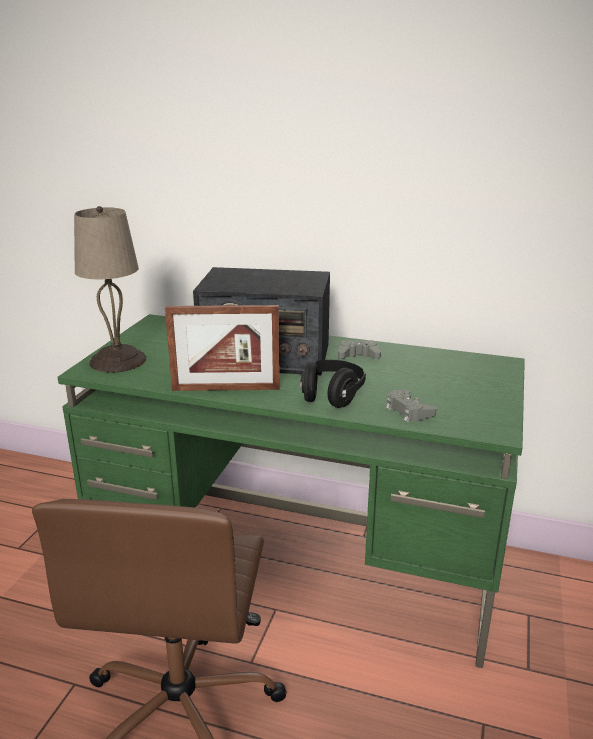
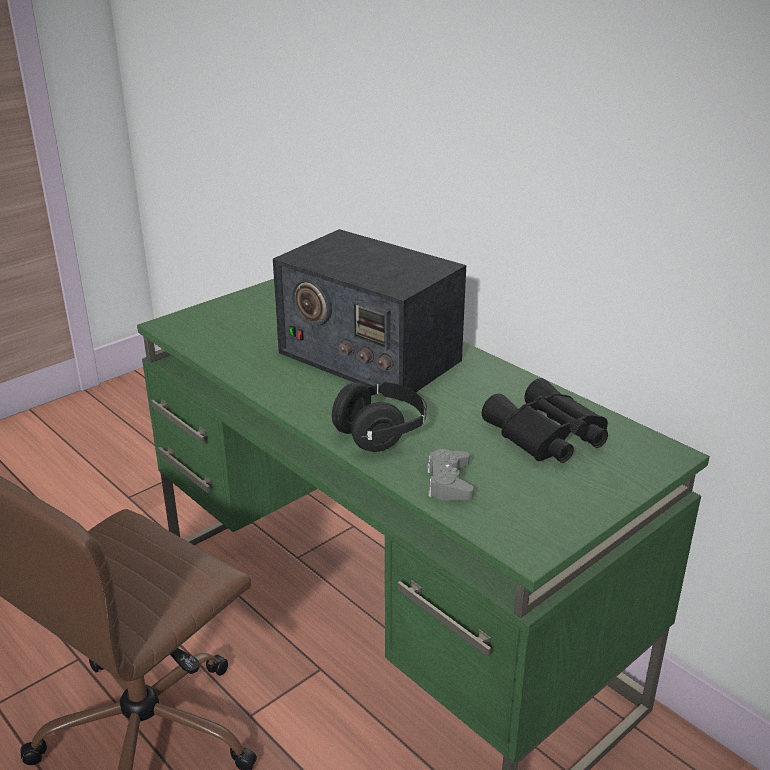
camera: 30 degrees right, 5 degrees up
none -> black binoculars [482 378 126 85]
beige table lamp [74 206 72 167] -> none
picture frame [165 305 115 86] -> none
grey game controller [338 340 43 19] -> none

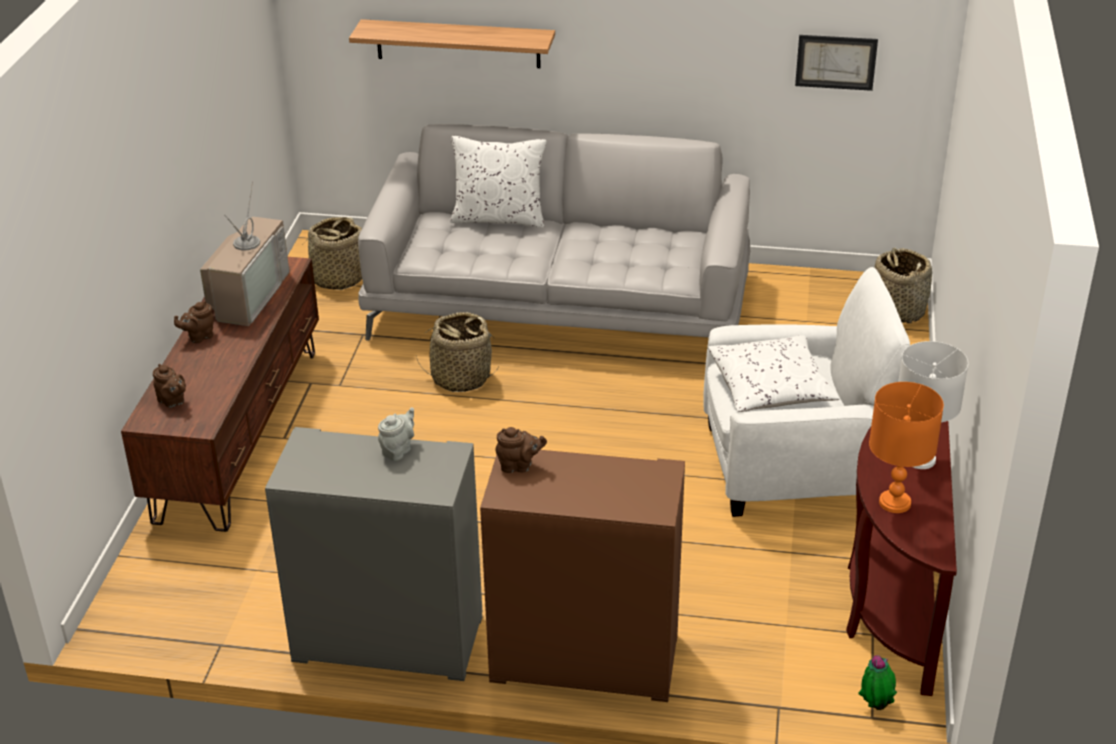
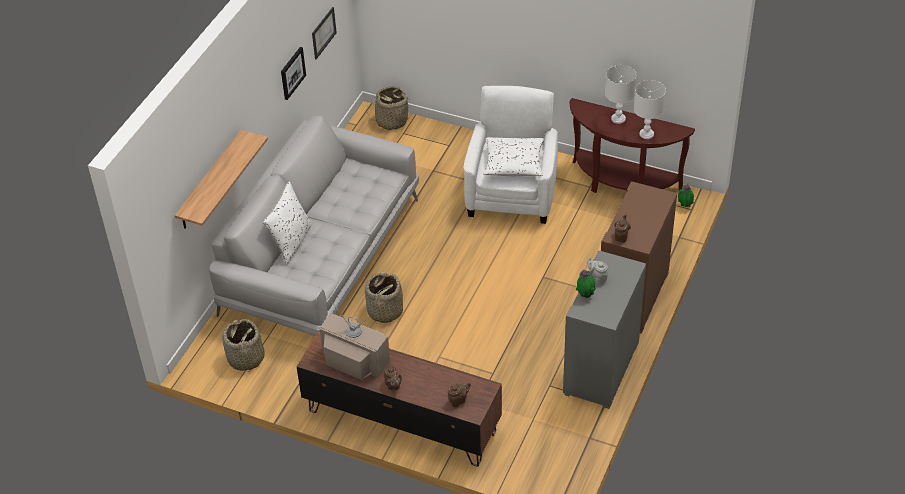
camera: 75 degrees left, 10 degrees up
none -> picture [281 47 25 53]
none -> potted plant [576 270 20 28]
orange table lamp [869 382 75 131] -> white table lamp [634 80 32 59]

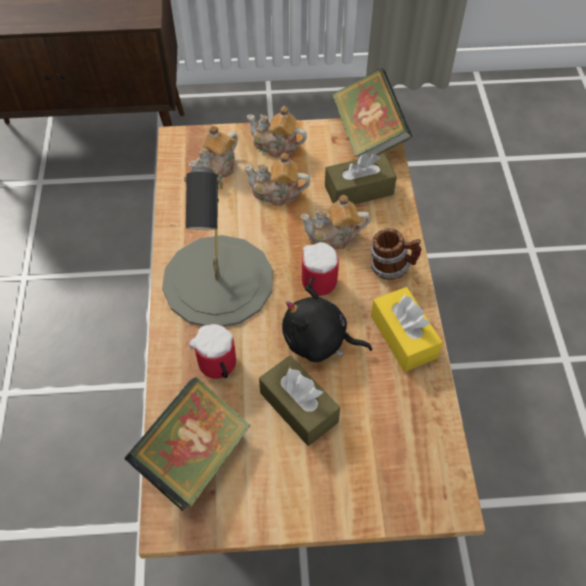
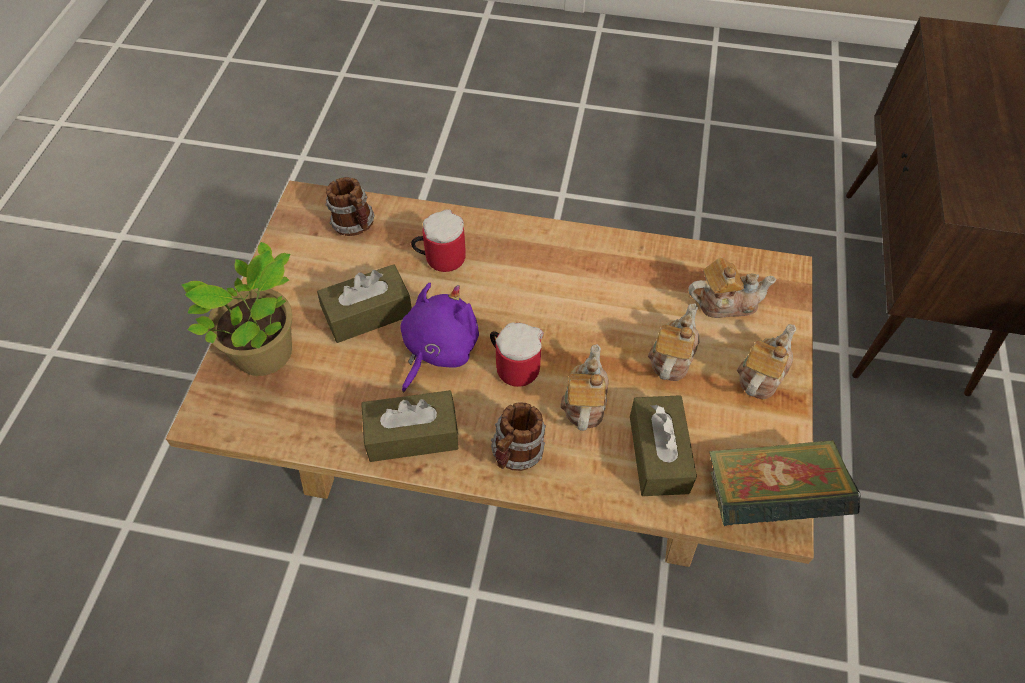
camera: 105 degrees right, 0 degrees up
none -> potted plant [182 242 110 134]
book [124 377 127 134] -> mug [325 177 50 59]
yellow tissue box [371 287 72 85] -> brown tissue box [361 390 98 72]
black plush toy [282 286 90 76] -> purple plush toy [400 283 79 109]
teapot [189 125 49 55] -> teapot [688 258 89 60], 120 degrees clockwise
grey table lamp [162 167 111 160] -> none

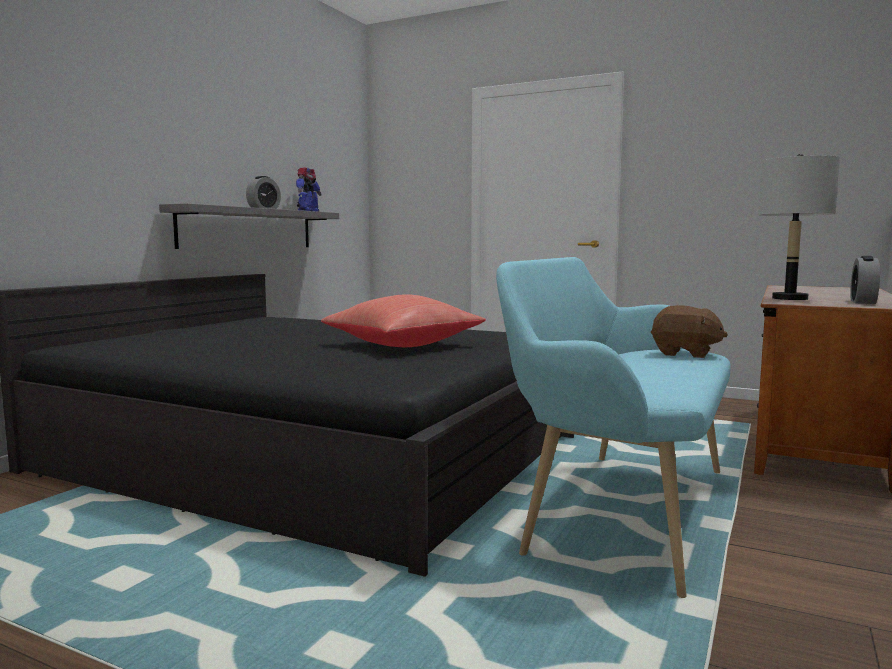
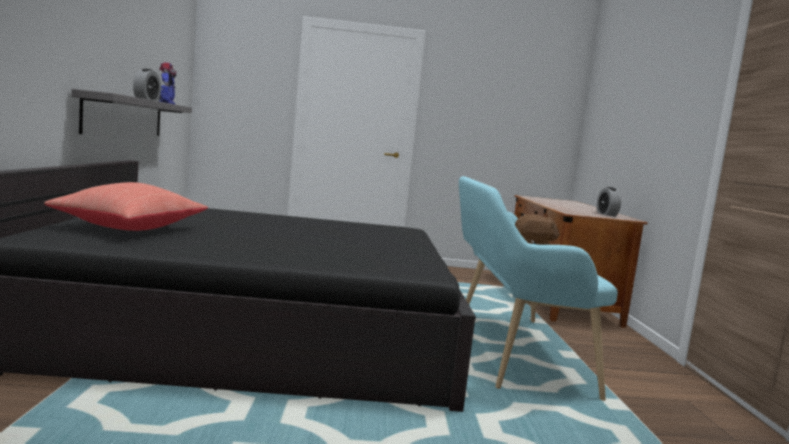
camera: 30 degrees left, 0 degrees up
red pillow [321 294 165 53] -> red pillow [44 182 164 49], relocated
grey table lamp [758 154 82 146] -> none

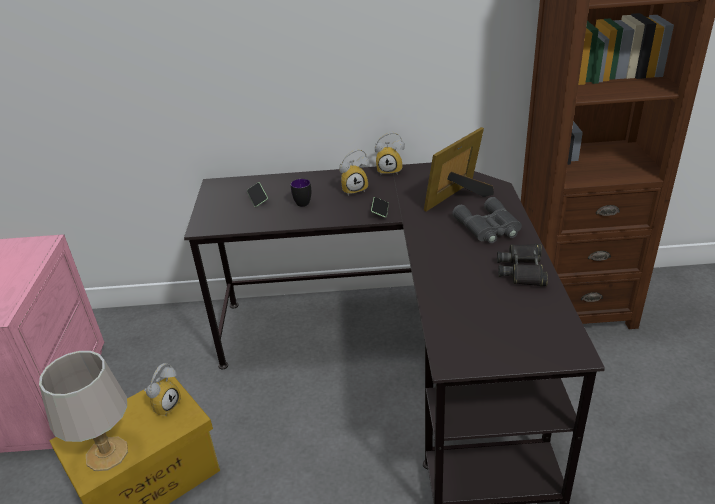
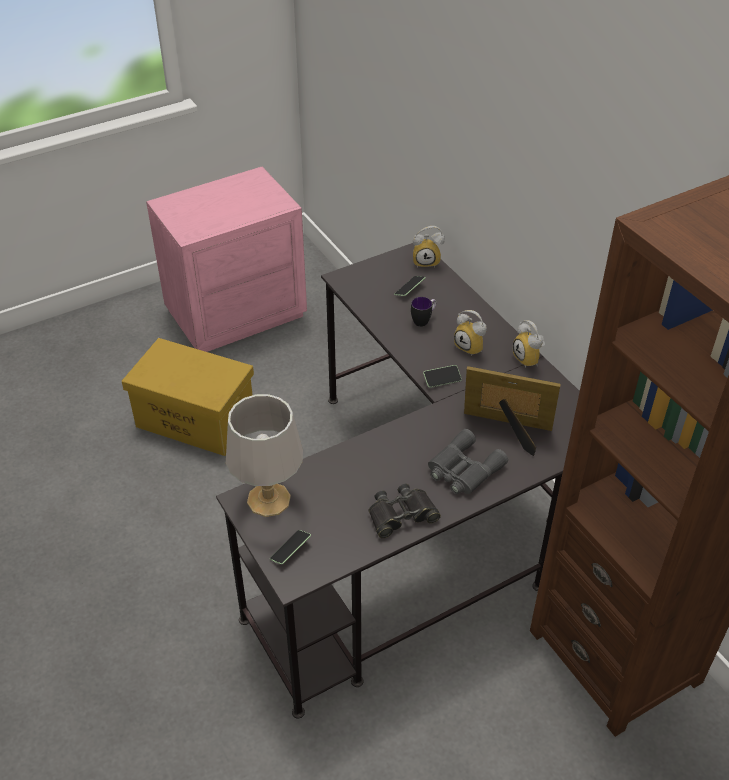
camera: 60 degrees right, 10 degrees up
grey table lamp [39 351 89 120] -> grey table lamp [226 394 77 123], relocated
none -> phone [270 530 41 35]
alarm clock [144 363 37 53] -> alarm clock [413 226 32 42], relocated

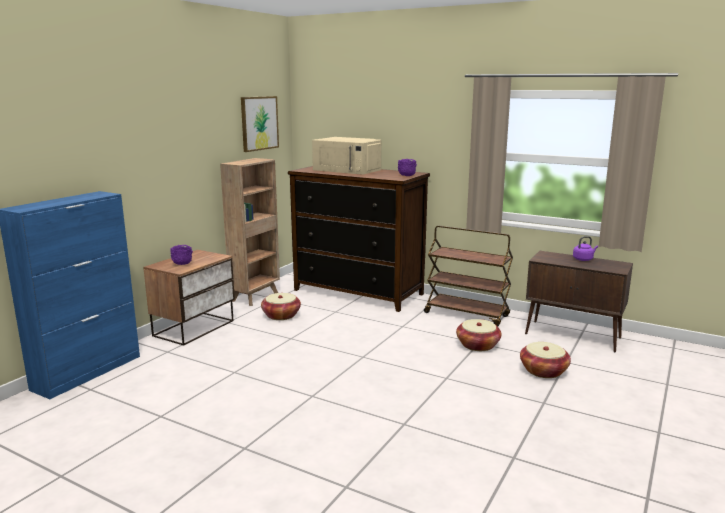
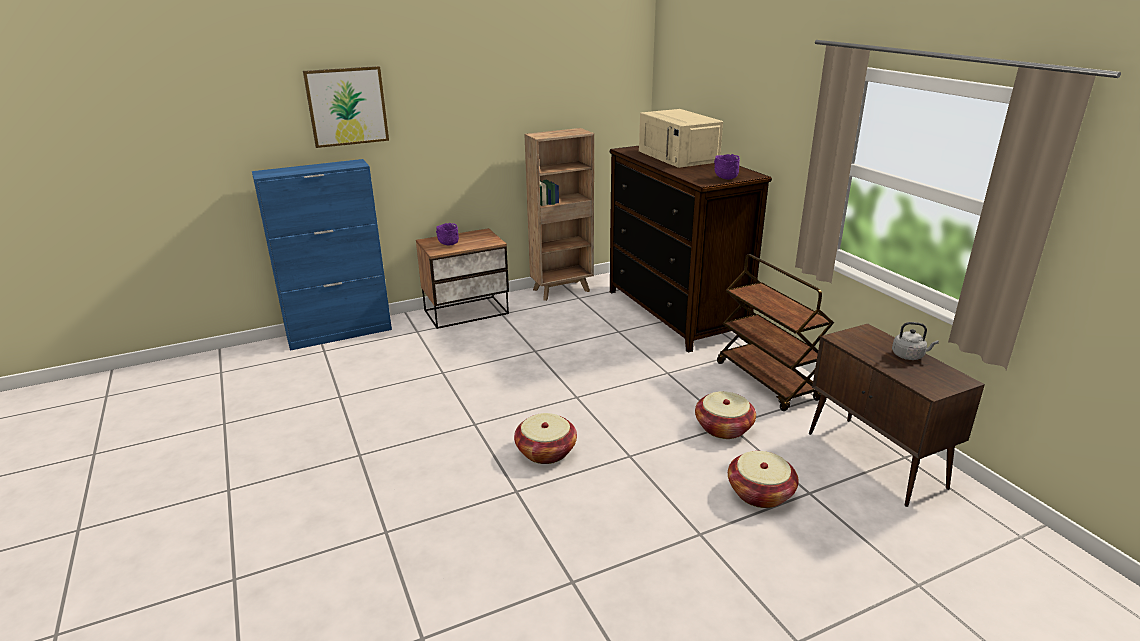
camera: 35 degrees right, 10 degrees up
picture [241 96 38 56] -> picture [303 66 86 82], relocated
basket [261 293 40 27] -> basket [514 413 63 51], relocated
purple kettle [573 236 25 25] -> grey kettle [892 322 47 38]

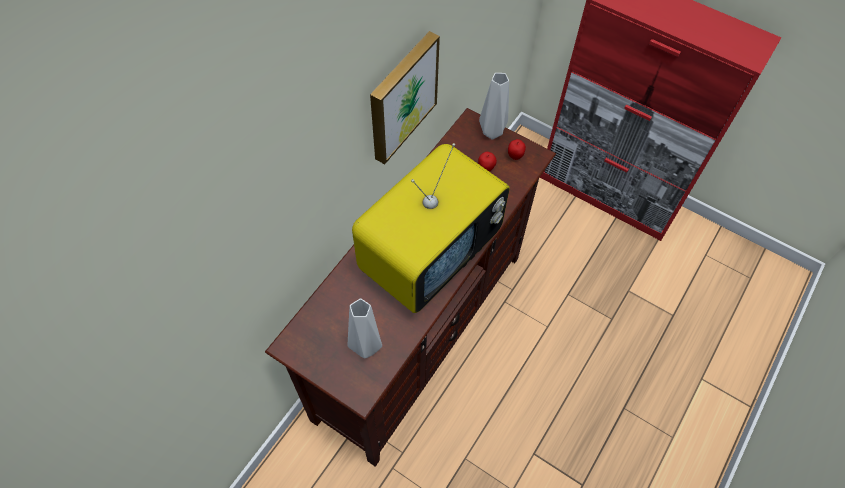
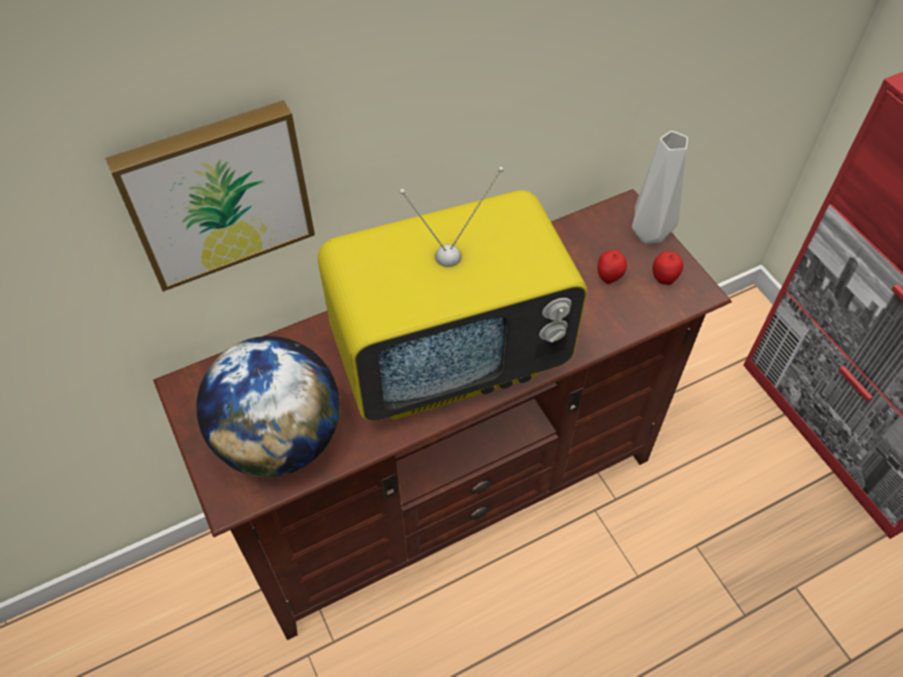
camera: 30 degrees right, 5 degrees down
picture [370 31 70 133] -> picture [105 100 210 192], relocated
grey vase [348 298 34 60] -> globe [196 336 144 141]

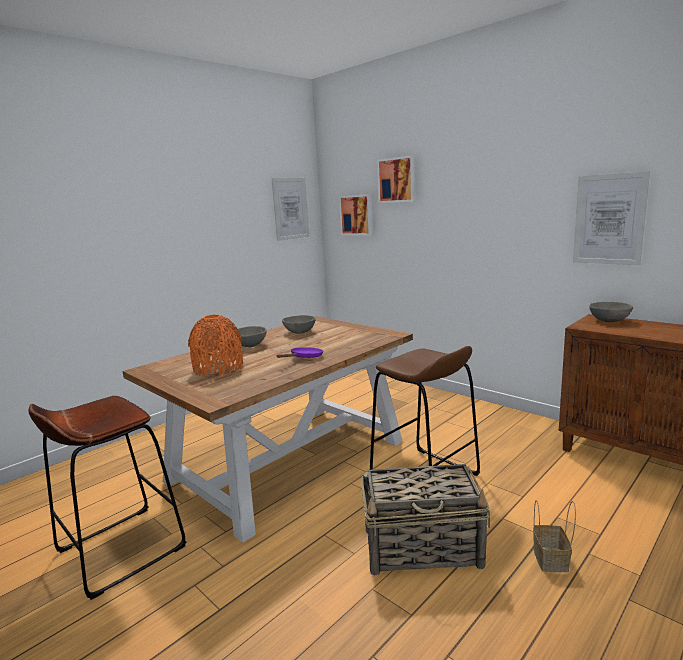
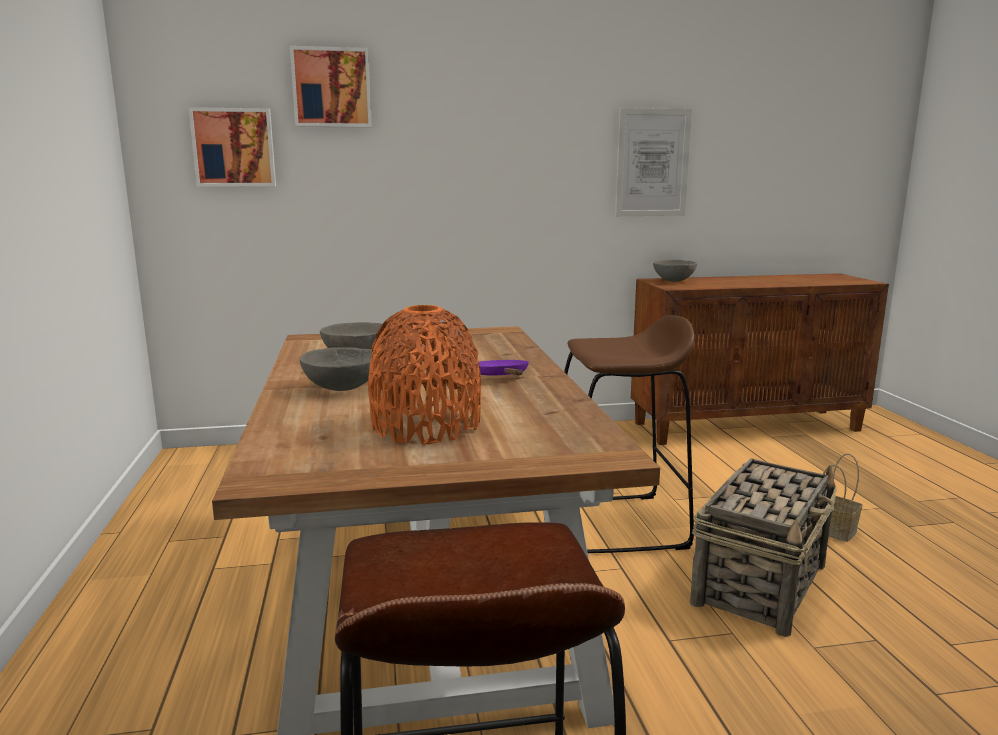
camera: 55 degrees left, 0 degrees up
picture [272 178 37 63] -> none

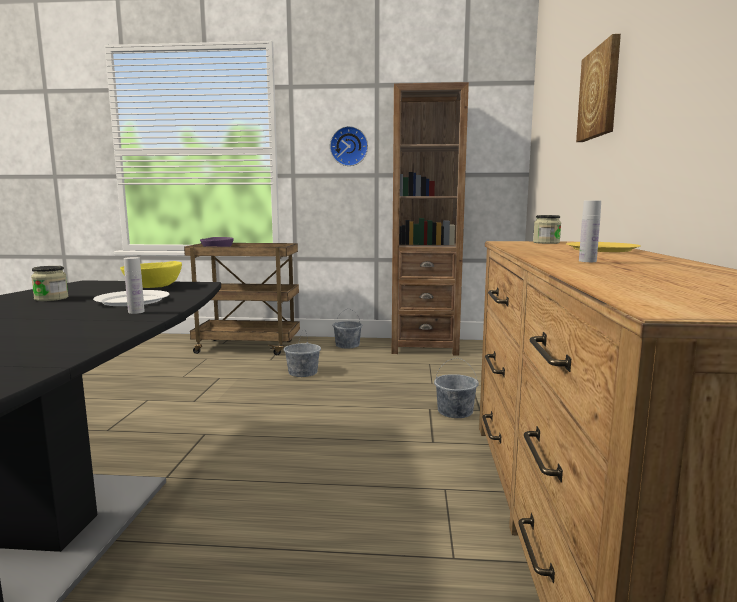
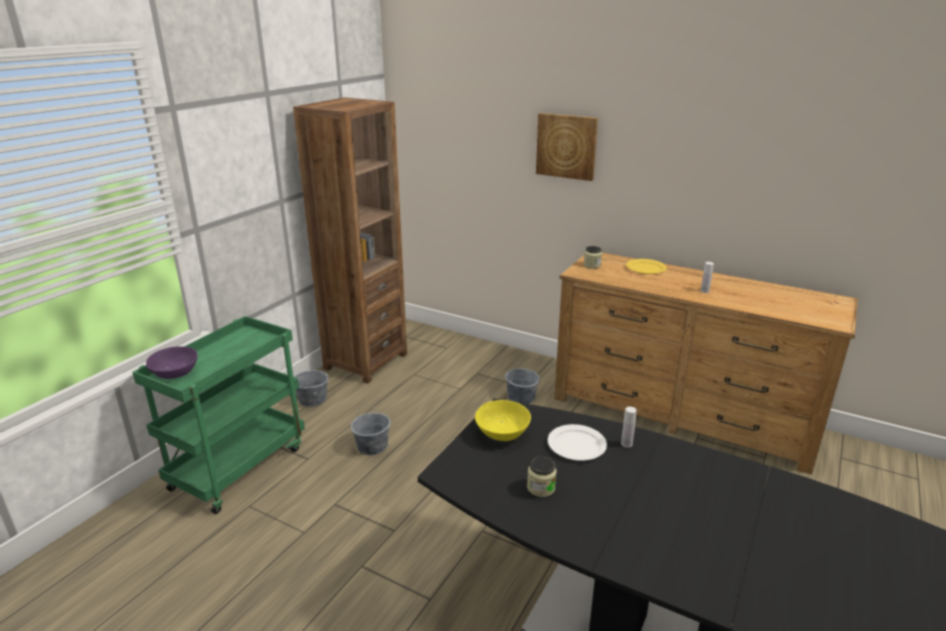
camera: 65 degrees left, 15 degrees up
brown cart [184 243 116 112] -> green cart [132 316 173 198]
wall clock [330 126 38 40] -> none

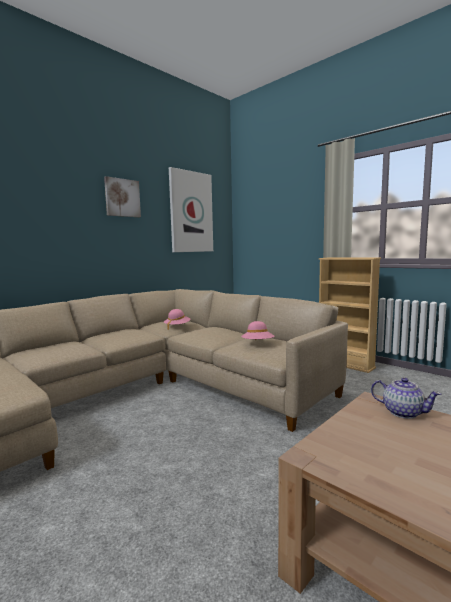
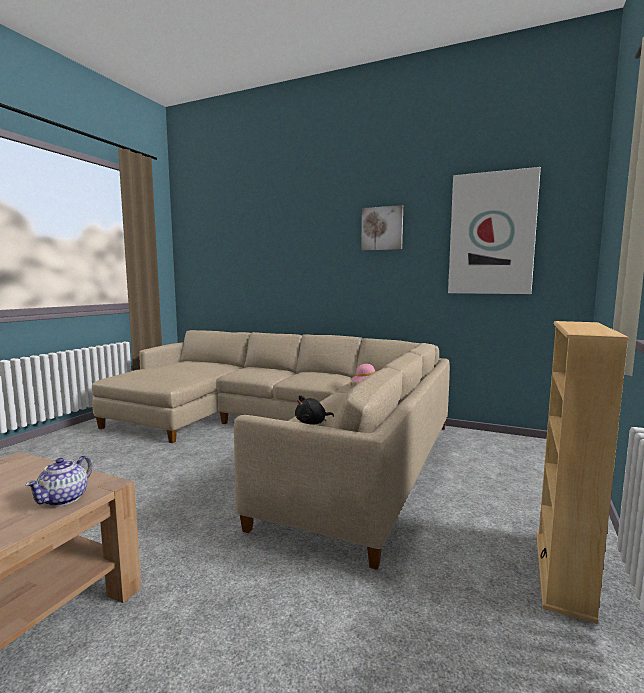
camera: 70 degrees right, 0 degrees up
pink hat [241 321 33 19] -> black plush toy [295 395 39 29]

